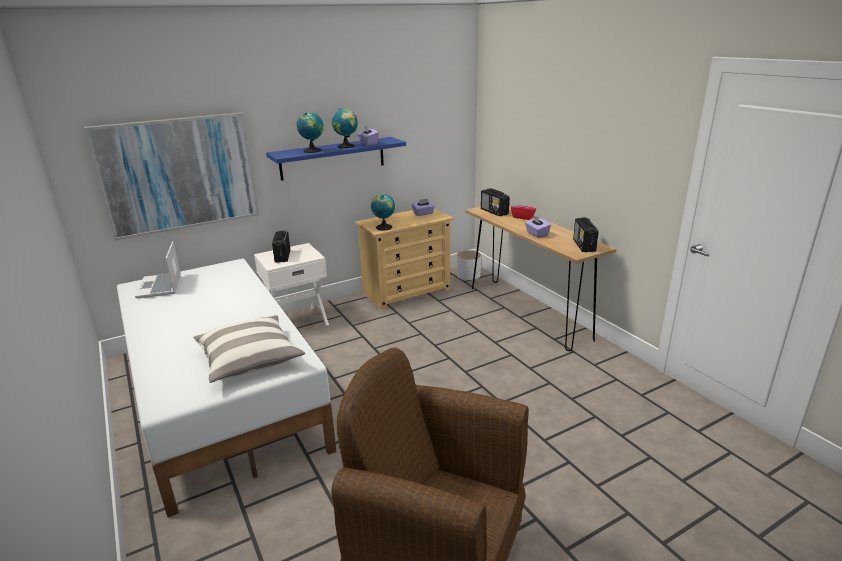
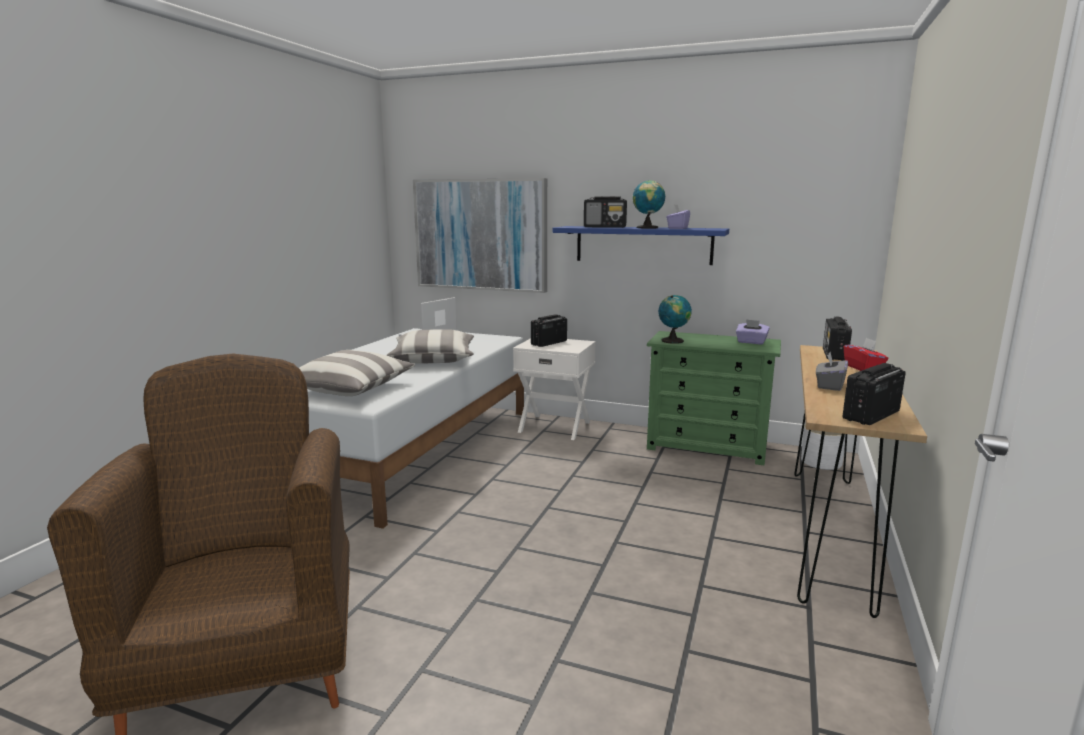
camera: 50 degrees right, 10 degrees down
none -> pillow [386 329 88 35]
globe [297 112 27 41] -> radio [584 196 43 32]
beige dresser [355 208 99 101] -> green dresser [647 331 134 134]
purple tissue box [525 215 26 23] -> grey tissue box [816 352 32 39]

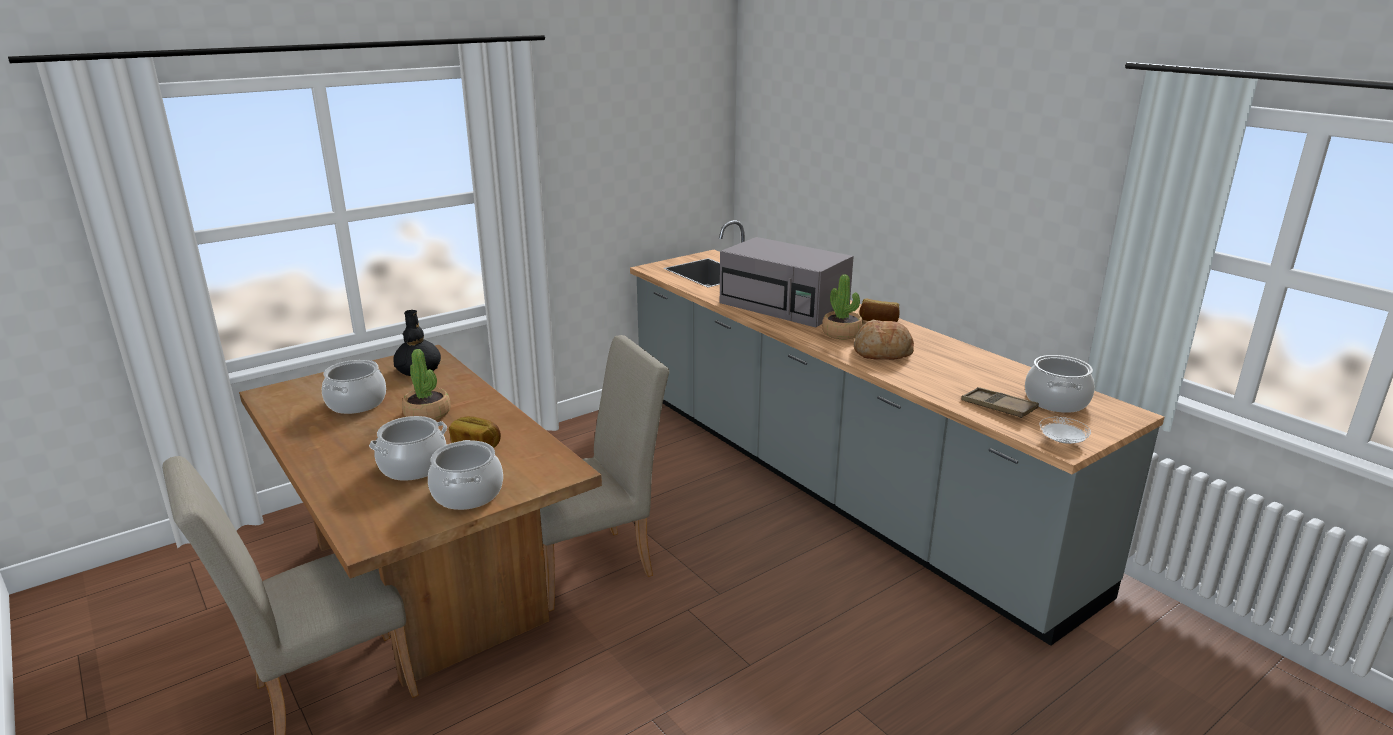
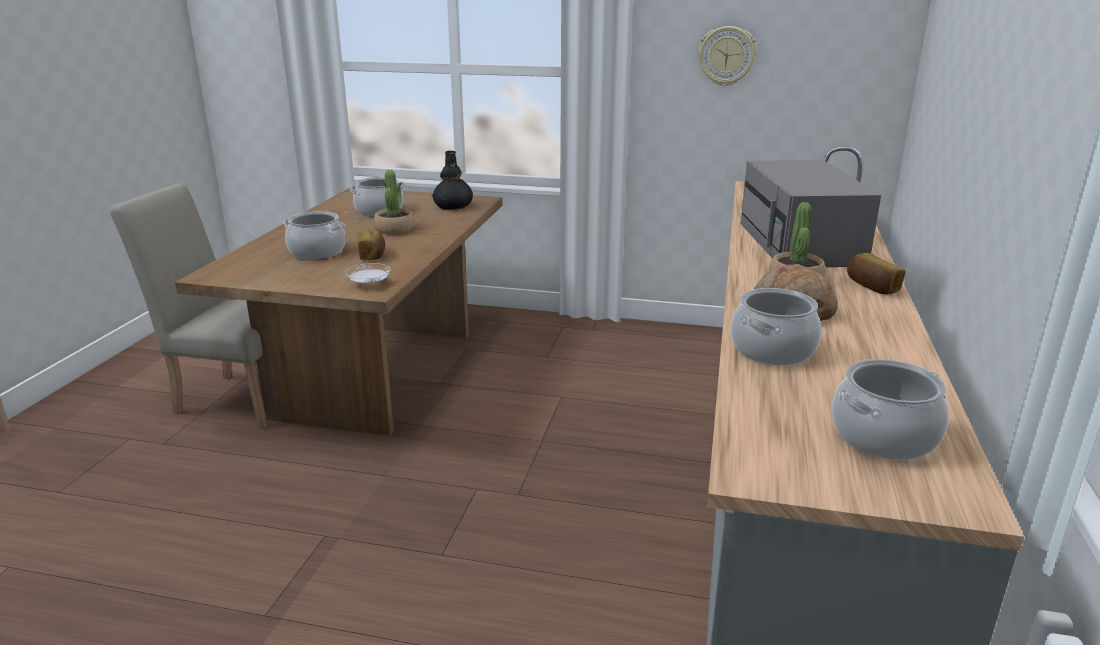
camera: 50 degrees right, 0 degrees up
white plate [1039 417 52 27] -> white plate [345 263 45 22], relocated
none -> wall clock [698 26 59 60]
cooking pot [428 440 75 70] -> cooking pot [731 288 91 77], relocated
beige chair [540 335 129 276] -> none
brown tray [961 387 78 31] -> none

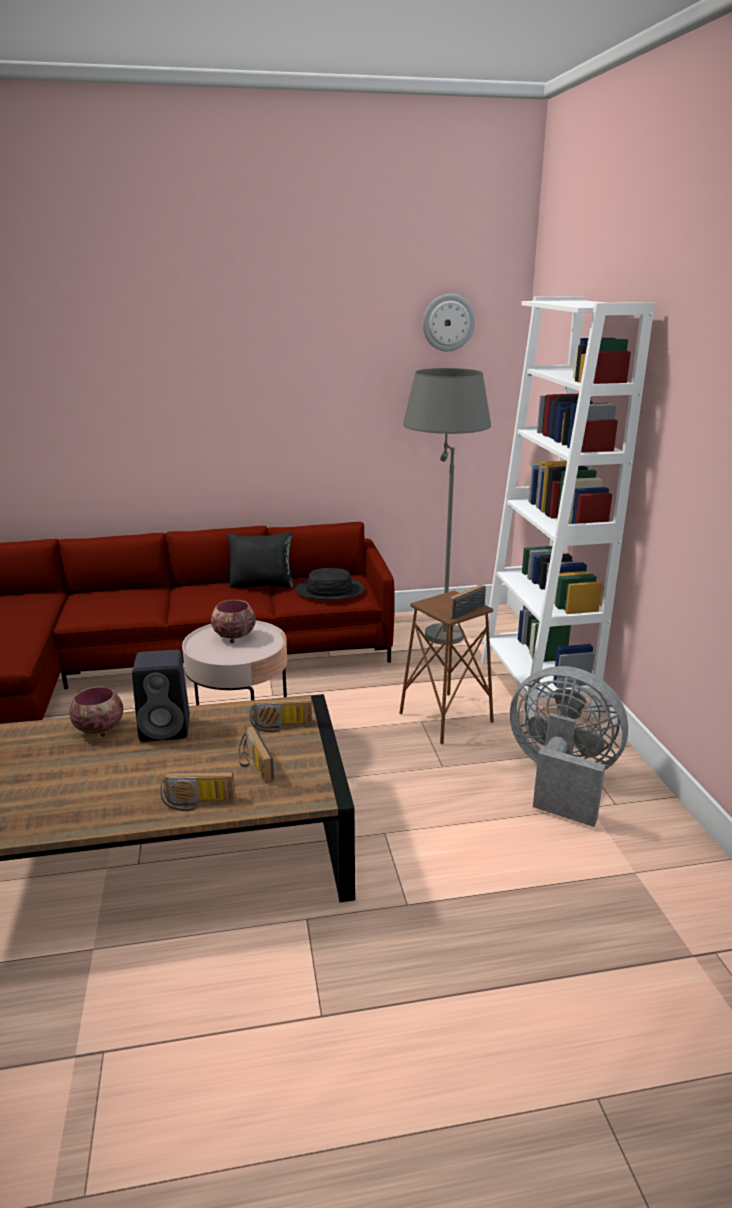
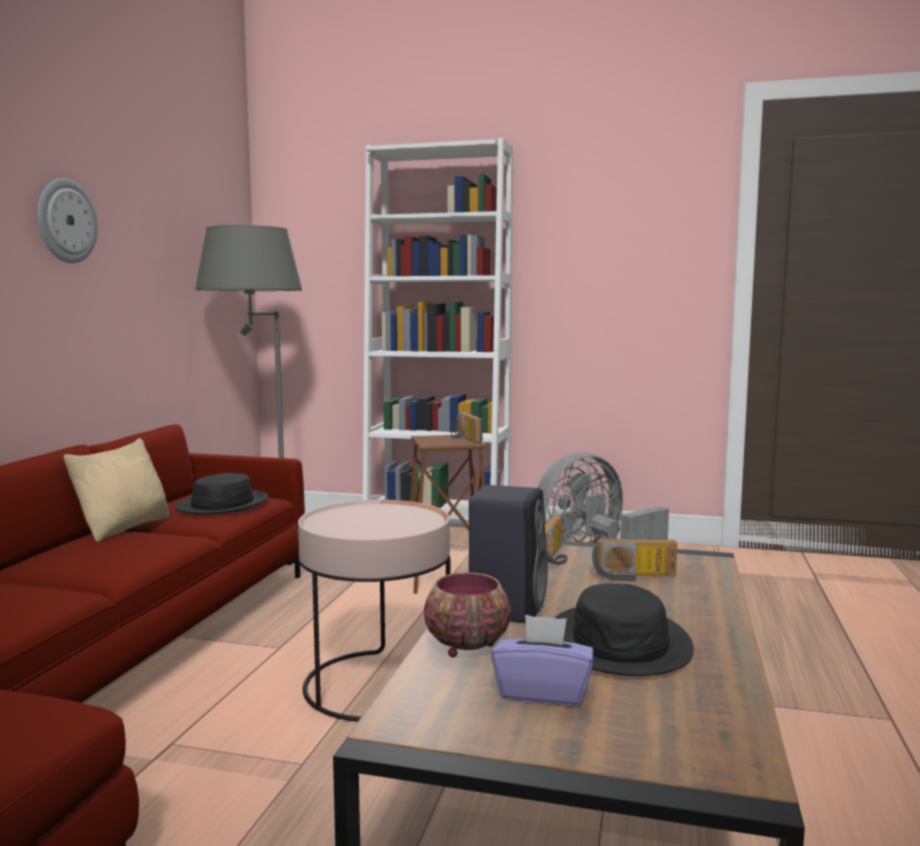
camera: 65 degrees left, 15 degrees down
wall clock [423 294 52 57] -> wall clock [37 178 61 85], relocated
black pillow [227 531 66 57] -> beige pillow [64 438 106 104]
none -> purple tissue box [491 614 102 92]
none -> black hat [555 583 139 93]
radio [160 772 75 39] -> none
bowl [211 600 44 43] -> none

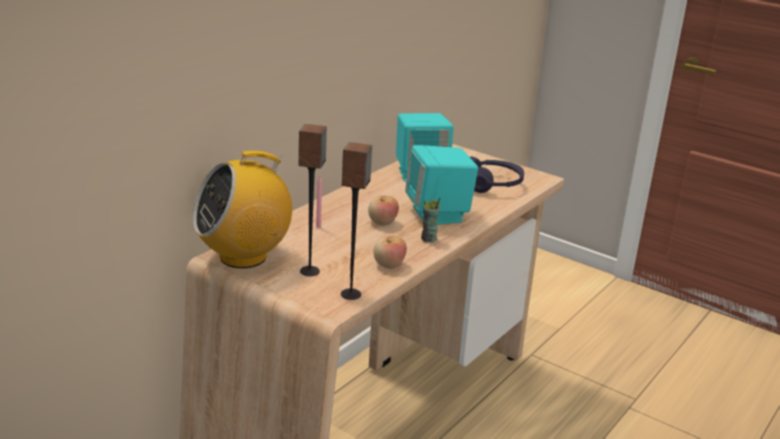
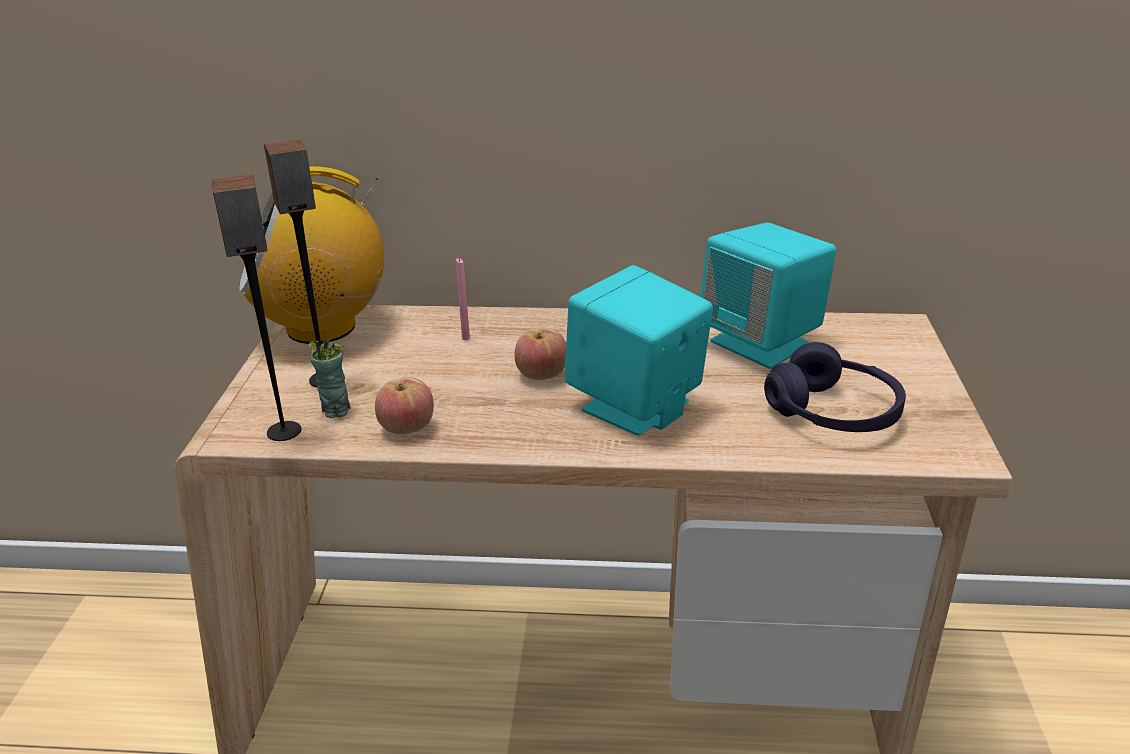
camera: 60 degrees right, 5 degrees up
radio [193 150 99 118] -> radio [239 166 145 178], 45 degrees counterclockwise
cup [421 198 19 45] -> cup [309 339 42 79], relocated

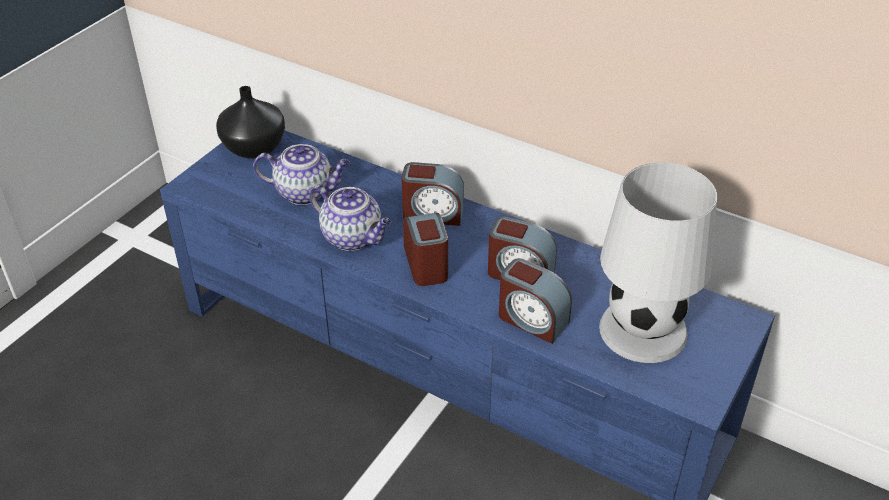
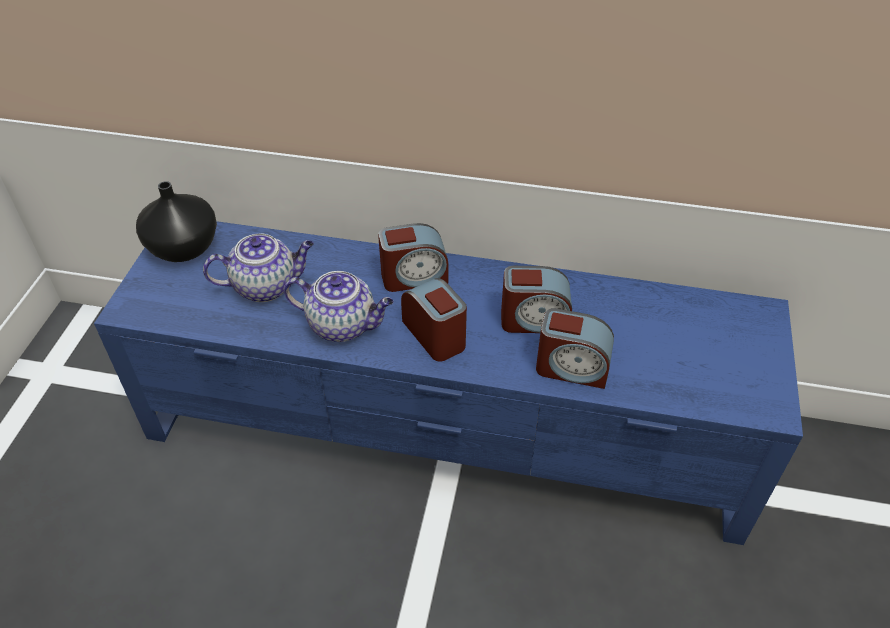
camera: 20 degrees left, 5 degrees up
white table lamp [599 162 118 201] -> none

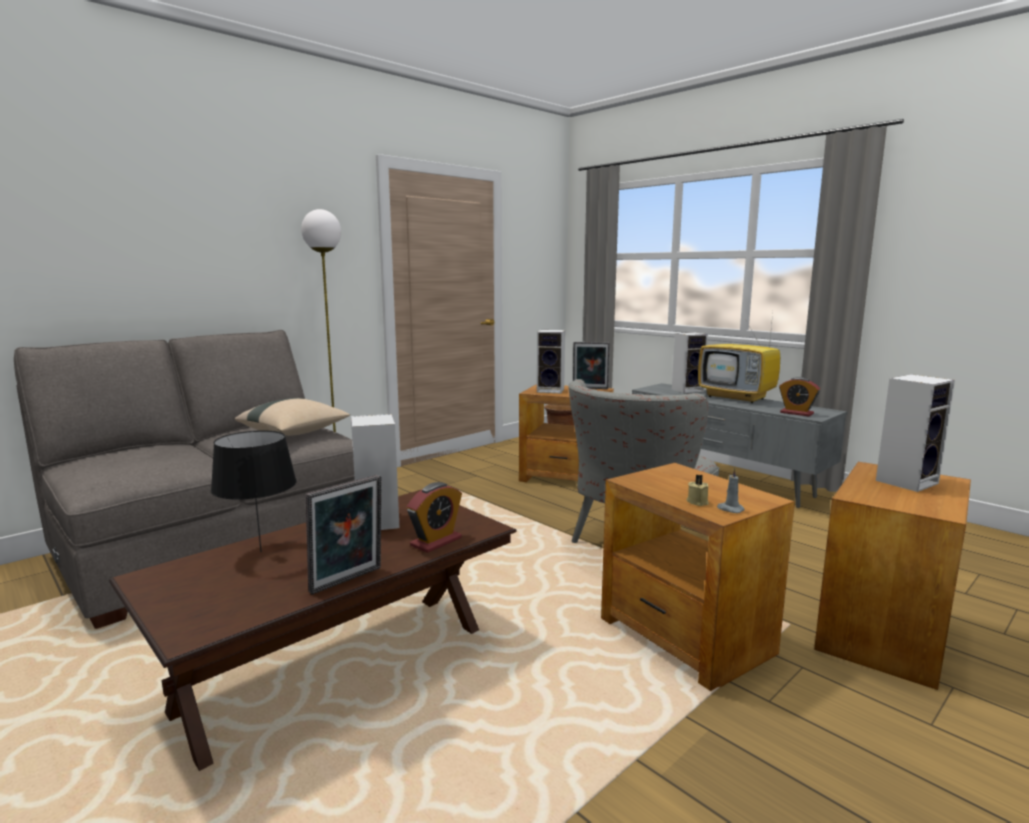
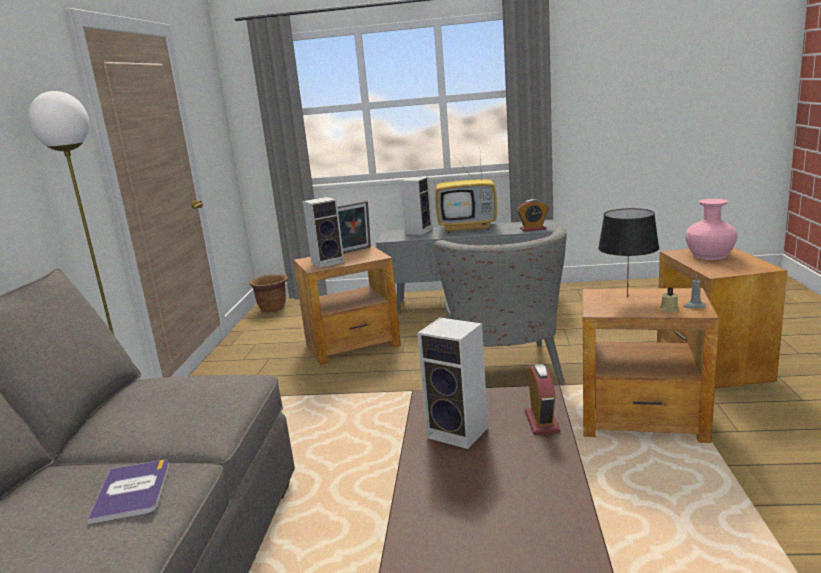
camera: 40 degrees left, 5 degrees up
none -> book [87 460 83 64]
black table lamp [211 430 86 122] -> black table lamp [598 208 61 90], relocated
speaker [876 374 79 118] -> pink vase [685 199 53 61]
beige pillow [235 398 115 38] -> none
picture frame [305 475 77 120] -> none

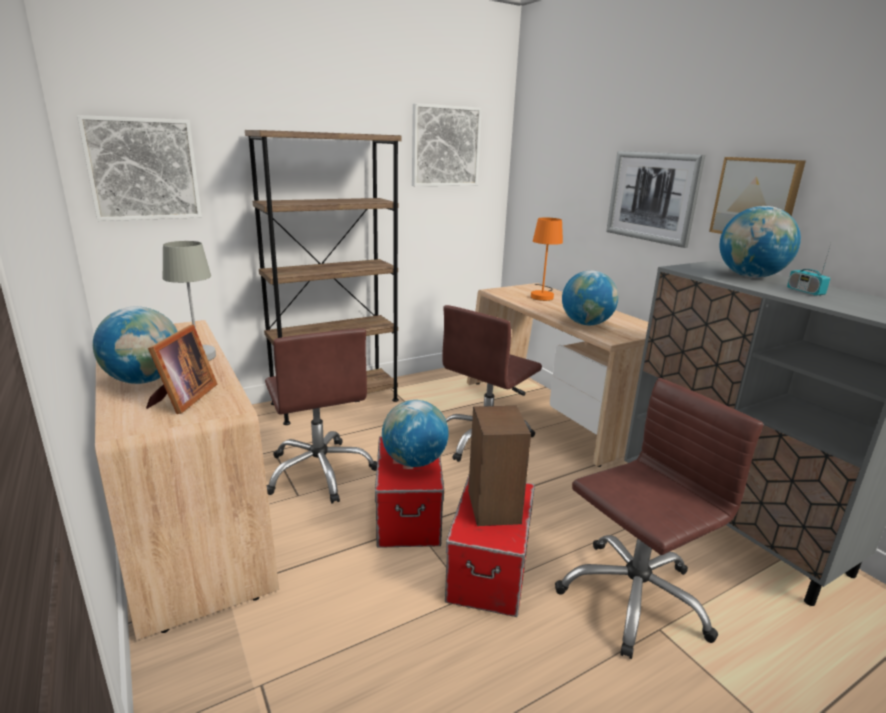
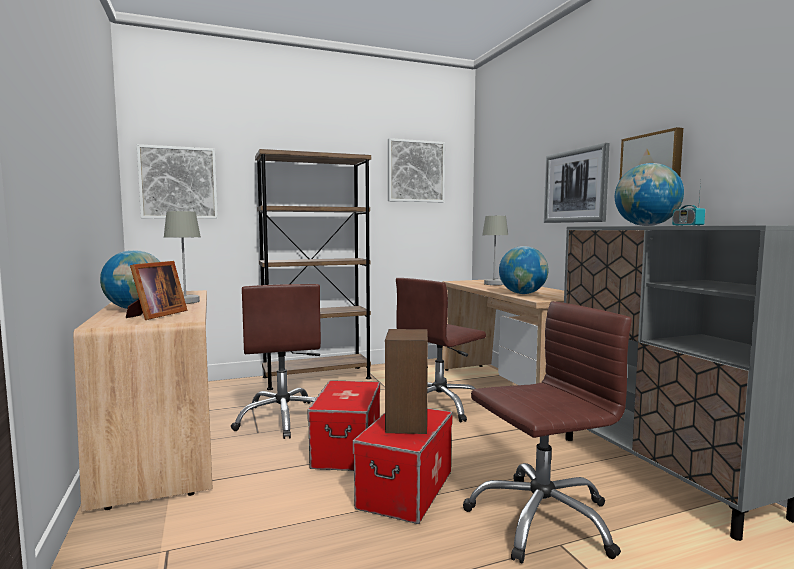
camera: 10 degrees right, 15 degrees down
orange table lamp [531 217 32 84] -> grey table lamp [482 216 26 69]
globe [382 400 67 67] -> none

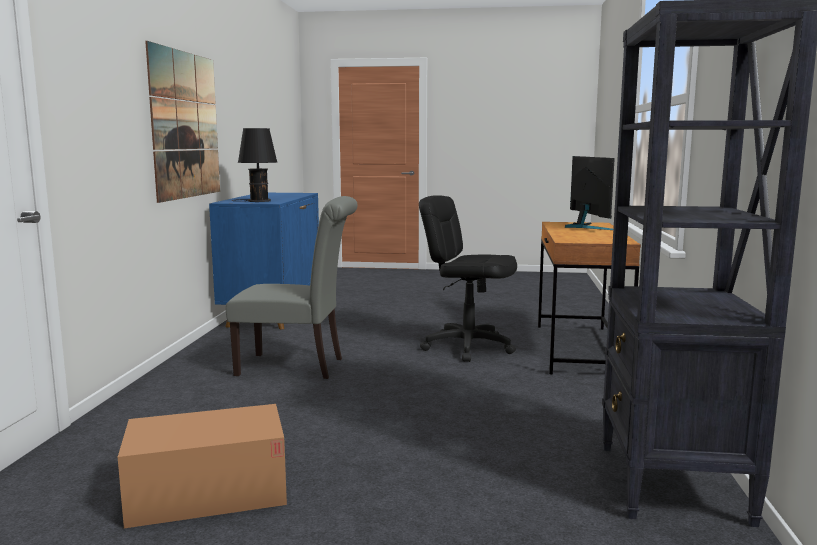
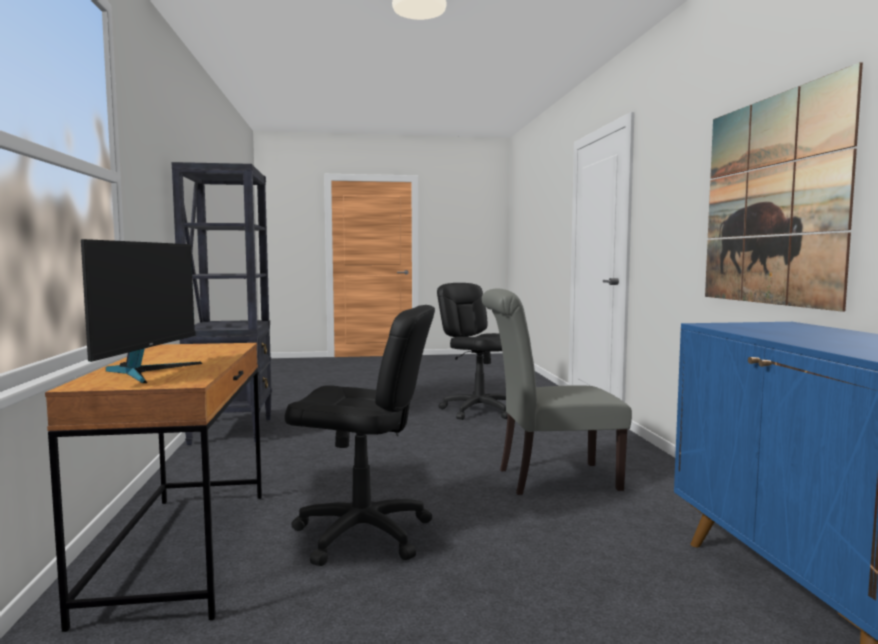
camera: 165 degrees right, 5 degrees down
monitor [565 156 50 74] -> monitor [81 239 121 144], 150 degrees counterclockwise
cardboard box [118 404 169 124] -> black office chair [437 283 71 137]
black table lamp [232 128 45 74] -> none

